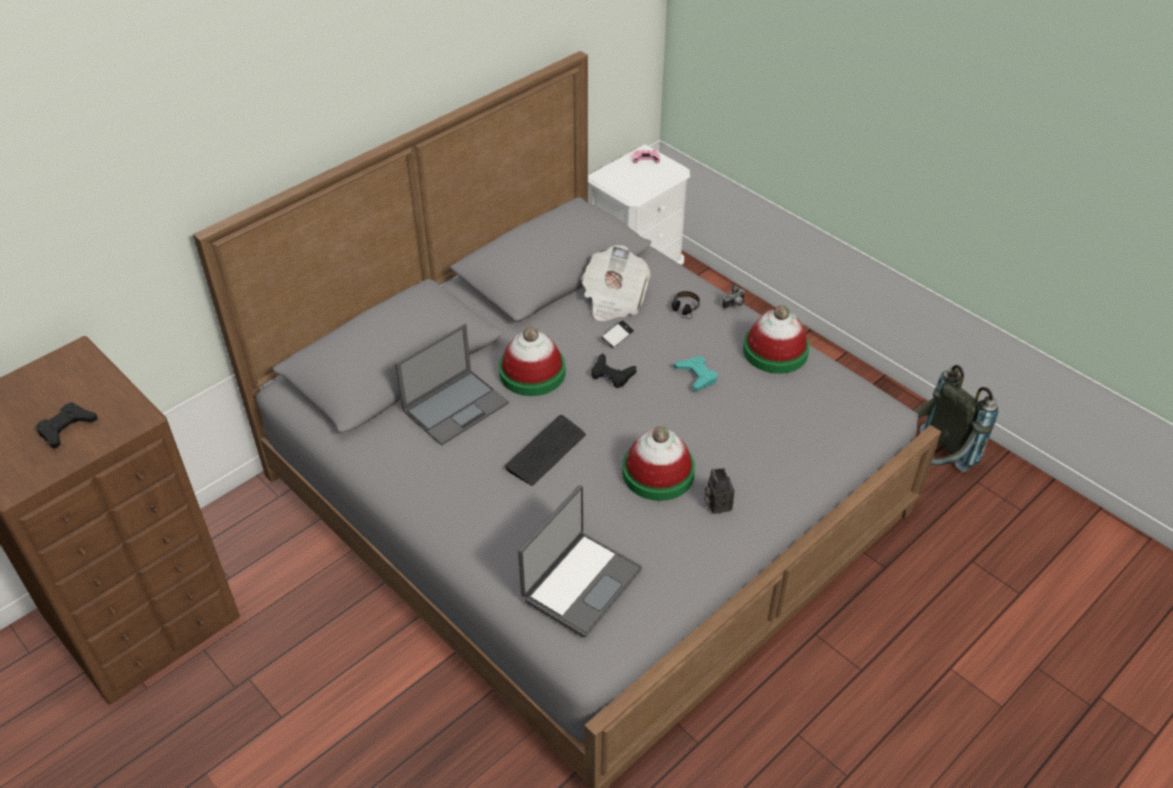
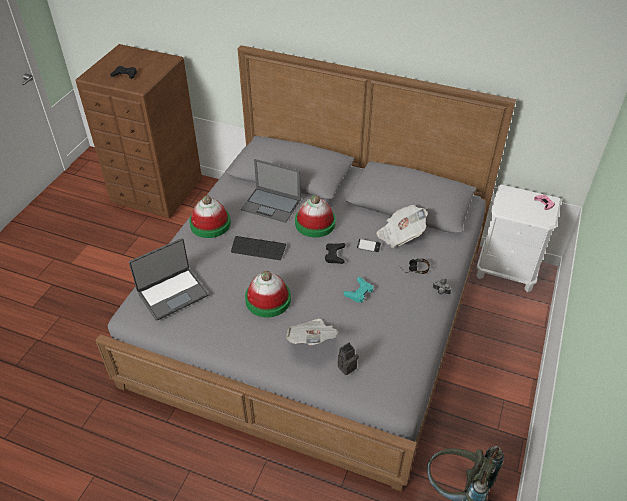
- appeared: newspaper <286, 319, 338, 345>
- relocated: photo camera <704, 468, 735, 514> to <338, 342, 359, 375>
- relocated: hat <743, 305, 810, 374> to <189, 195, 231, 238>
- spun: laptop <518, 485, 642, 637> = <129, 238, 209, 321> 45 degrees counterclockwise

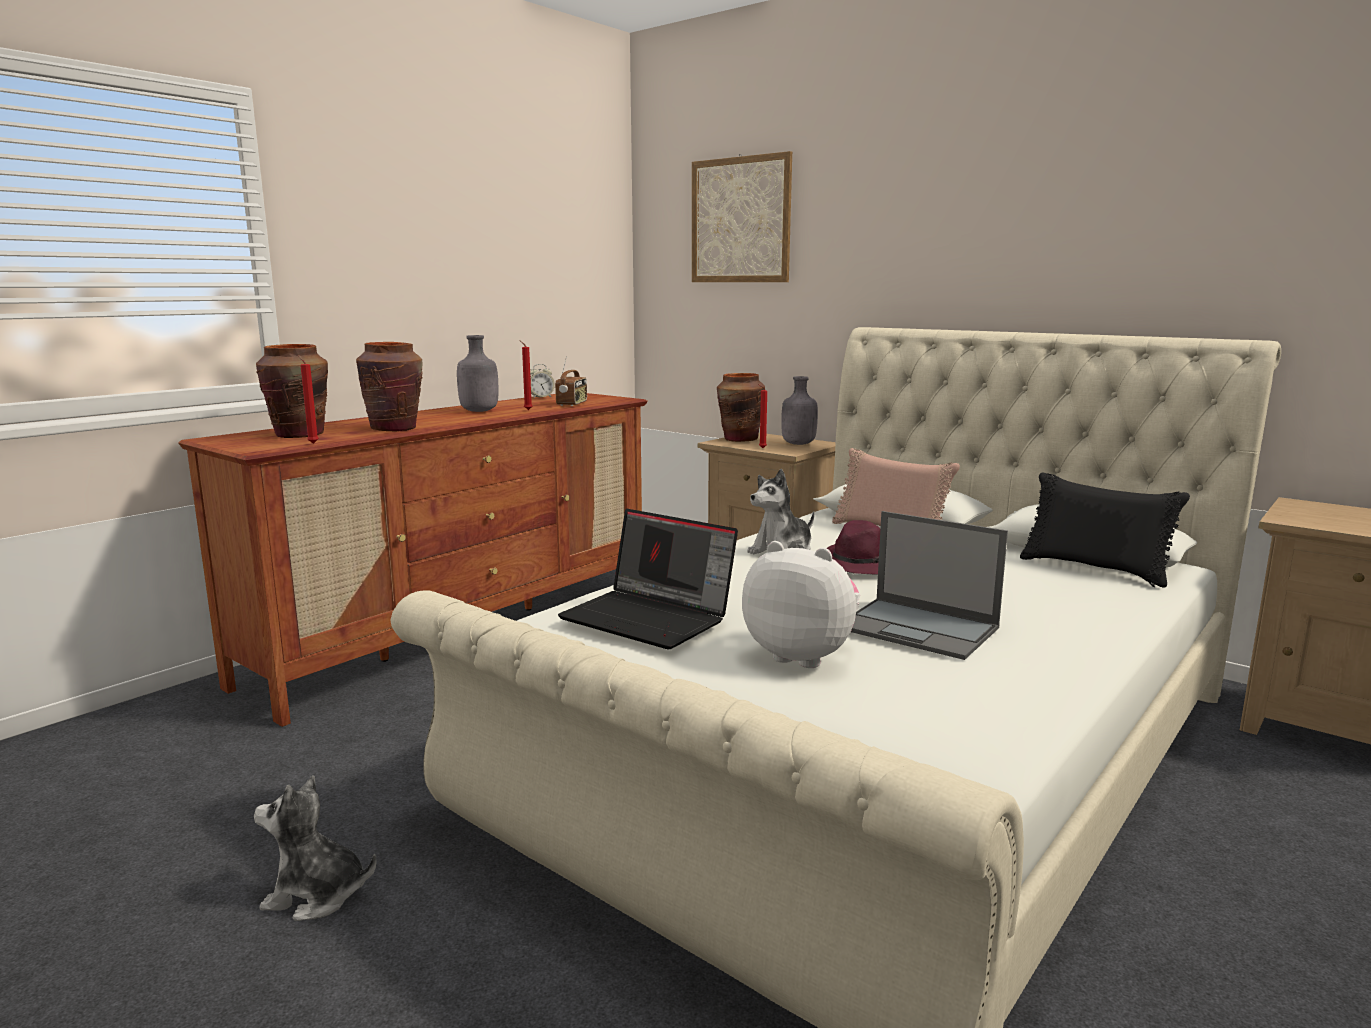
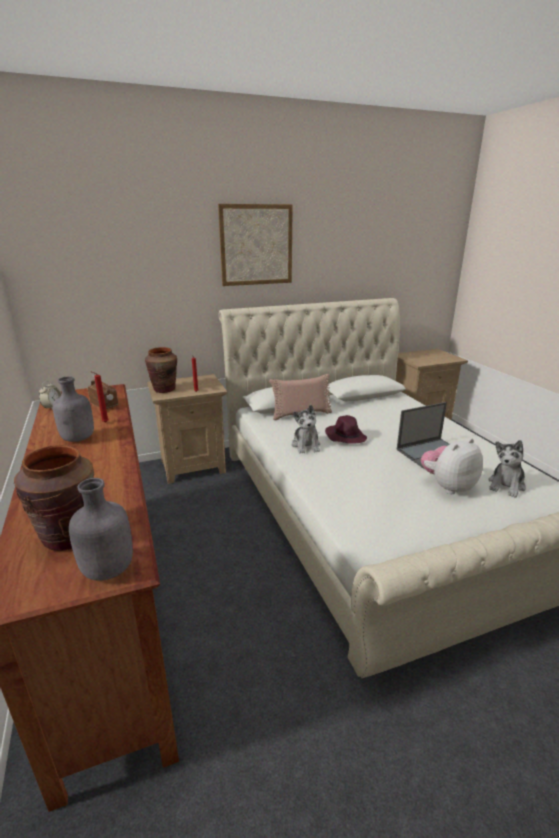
- missing: red candle <298, 355, 319, 444>
- missing: brown vase <356, 342, 423, 432>
- missing: laptop <558, 509, 738, 649>
- missing: black pillow <1020, 472, 1190, 588>
- relocated: plush toy <254, 775, 377, 921> to <488, 440, 526, 498>
- relocated: picture <692, 151, 792, 282> to <218, 202, 293, 286>
- relocated: grey bottle <781, 376, 818, 445> to <69, 478, 133, 581>

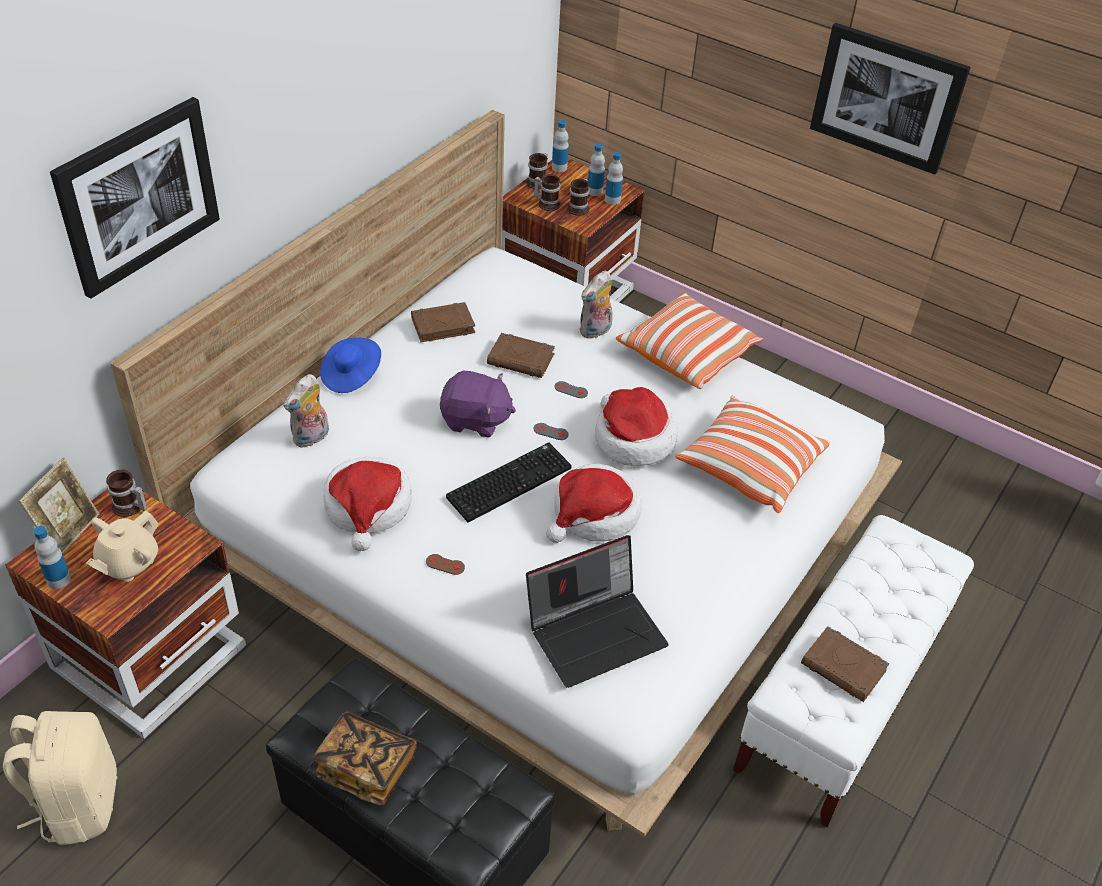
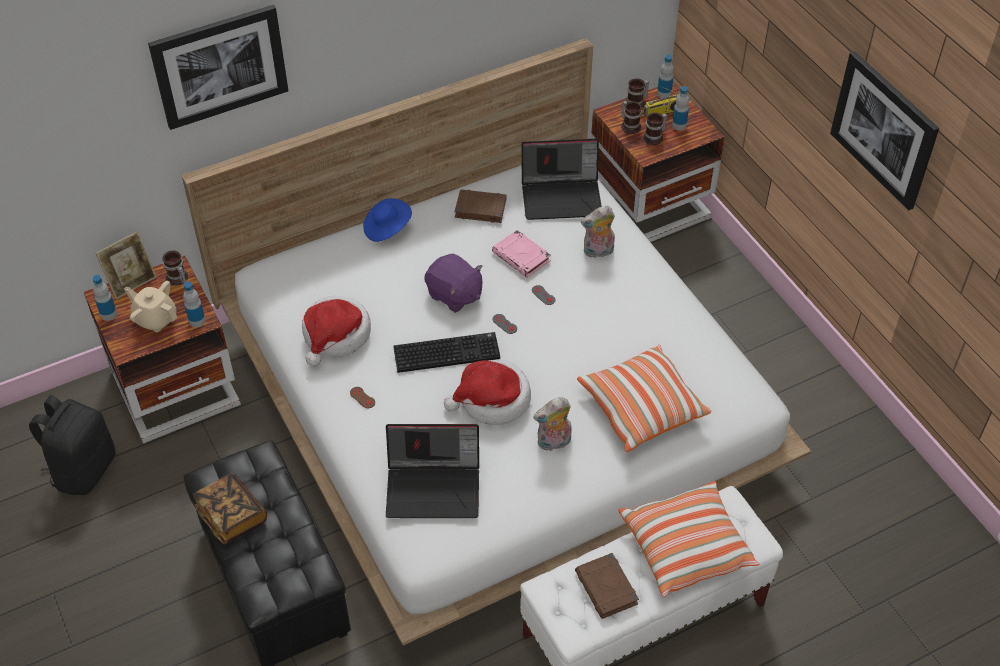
- missing: hat <595, 387, 678, 466>
- appeared: laptop <521, 138, 602, 220>
- appeared: radio <644, 84, 679, 117>
- relocated: plush toy <283, 374, 329, 448> to <533, 397, 572, 451>
- relocated: bottle <605, 152, 623, 205> to <183, 281, 206, 327>
- relocated: pillow <616, 292, 763, 389> to <618, 481, 760, 597>
- colour: beige backpack <3, 711, 117, 845> to black backpack <29, 395, 115, 495>
- colour: brown book <487, 333, 555, 378> to pink book <492, 230, 551, 278>
- spun: beige teapot <86, 511, 159, 582> = <124, 281, 178, 332> 60 degrees clockwise

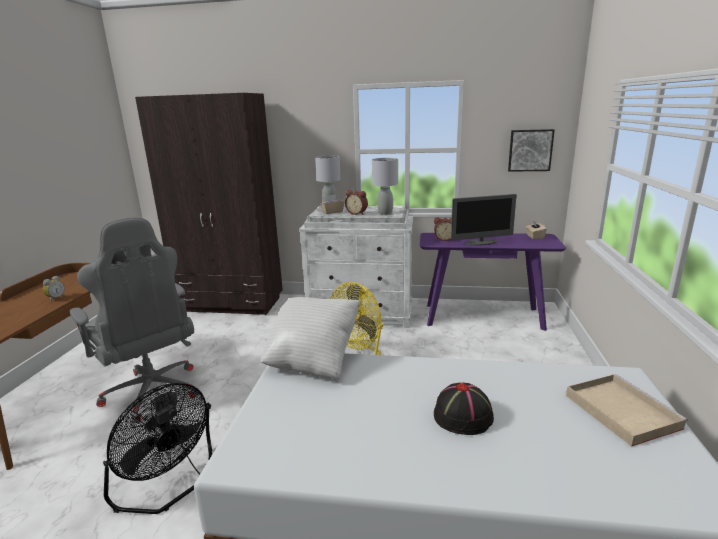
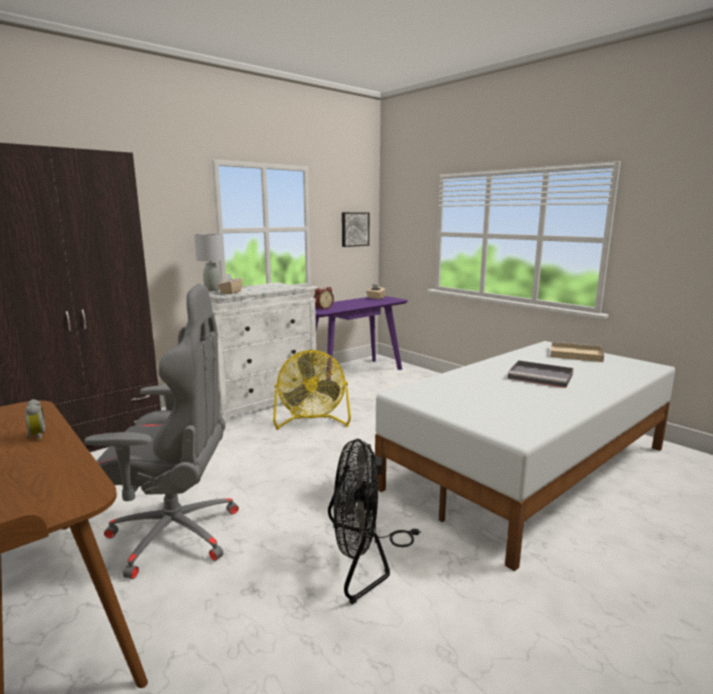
- missing: white pillow <261, 297, 360, 379>
- missing: alarm clock <345, 190, 368, 215>
- missing: grey table lamp <372, 158, 398, 215>
- missing: monitor <451, 194, 517, 246>
- exchanged: black hat <434, 382, 494, 435> to grey tray <508, 360, 574, 388>

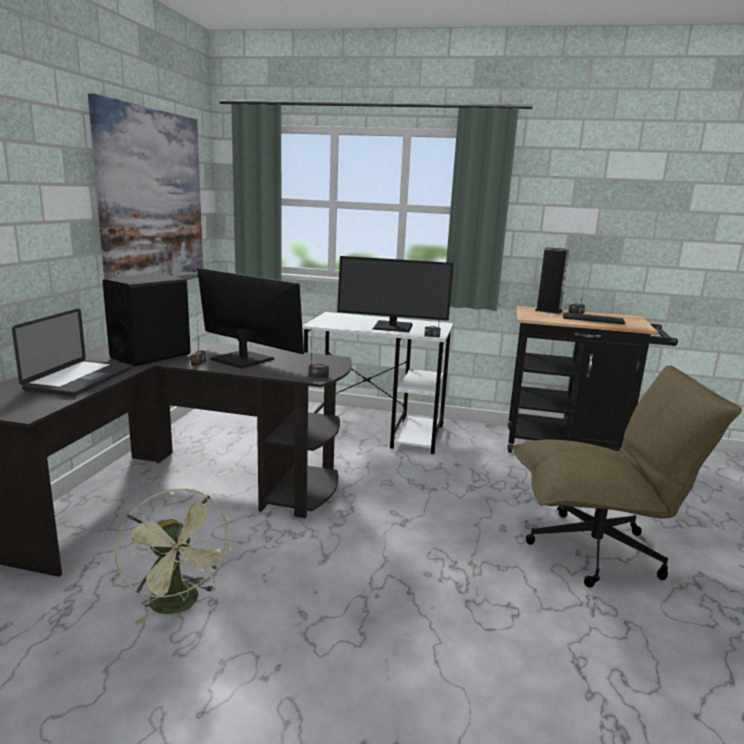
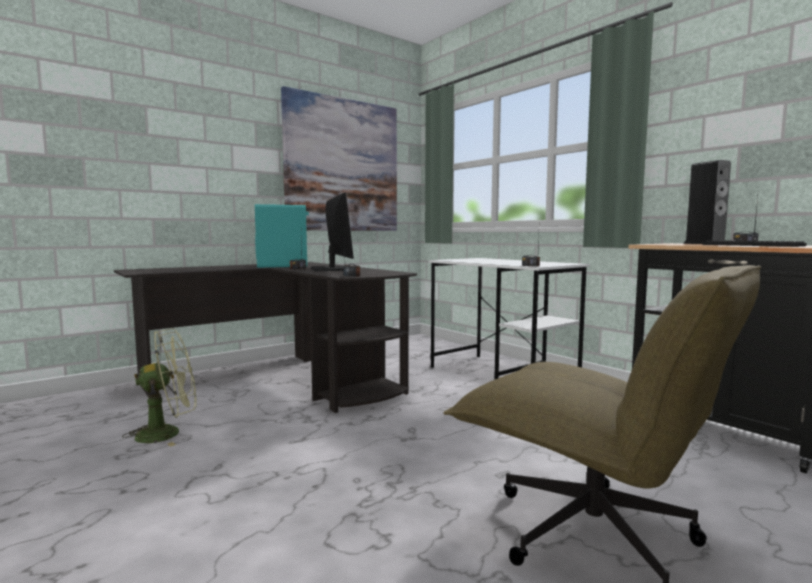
- missing: laptop <12, 308, 132, 396>
- missing: monitor <337, 256, 454, 332>
- colour: black speaker <103, 274, 191, 367> to turquoise speaker <255, 204, 309, 268>
- spun: green fan <115, 489, 232, 625> = <122, 328, 196, 447> 120 degrees counterclockwise

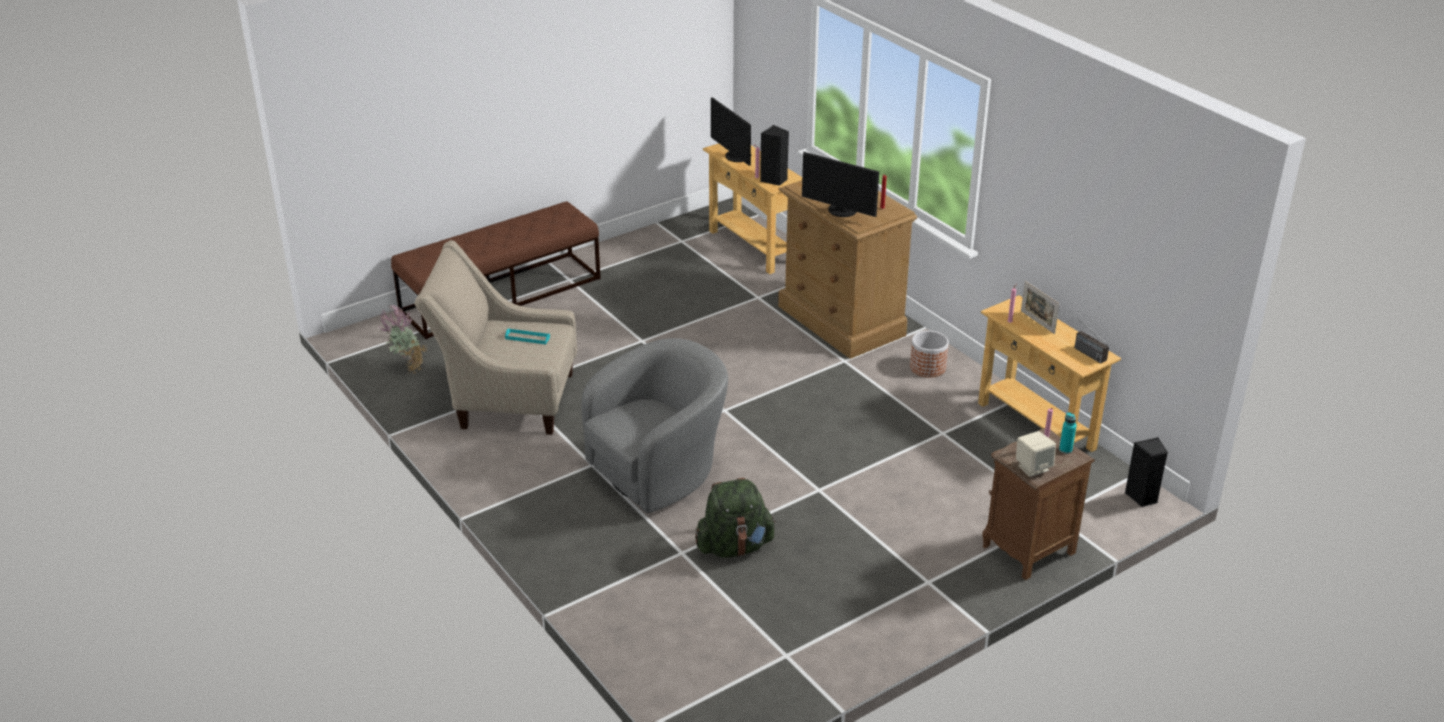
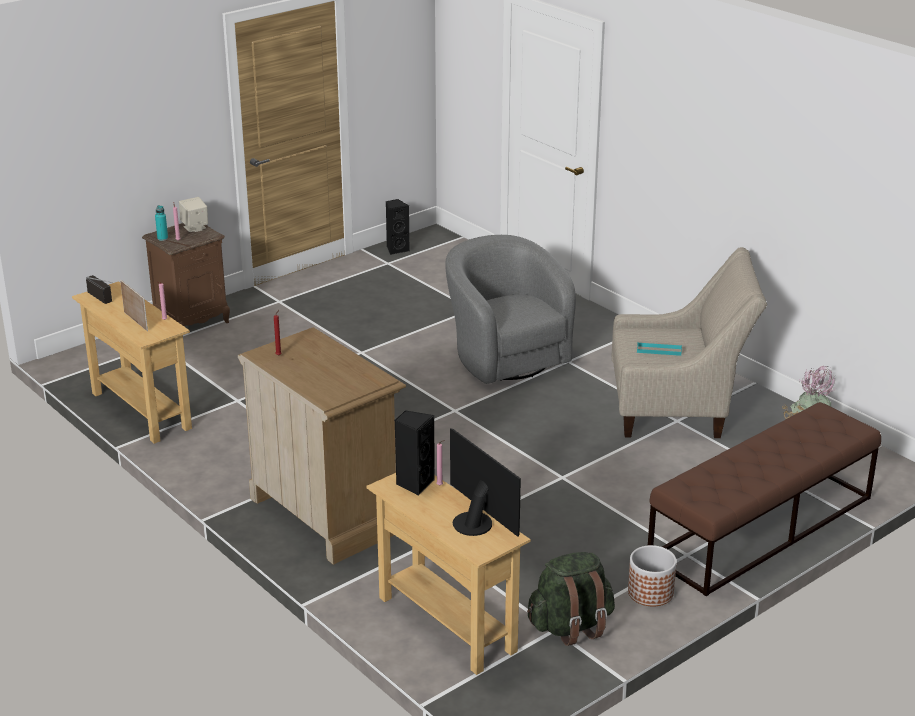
- missing: monitor <802, 152, 879, 217>
- relocated: green backpack <695, 478, 776, 558> to <527, 552, 615, 646>
- relocated: planter <910, 330, 949, 377> to <628, 545, 677, 606>
- relocated: black speaker <1124, 437, 1168, 507> to <386, 199, 410, 255>
- spun: grey armchair <581, 338, 728, 513> = <445, 235, 576, 384> 105 degrees clockwise

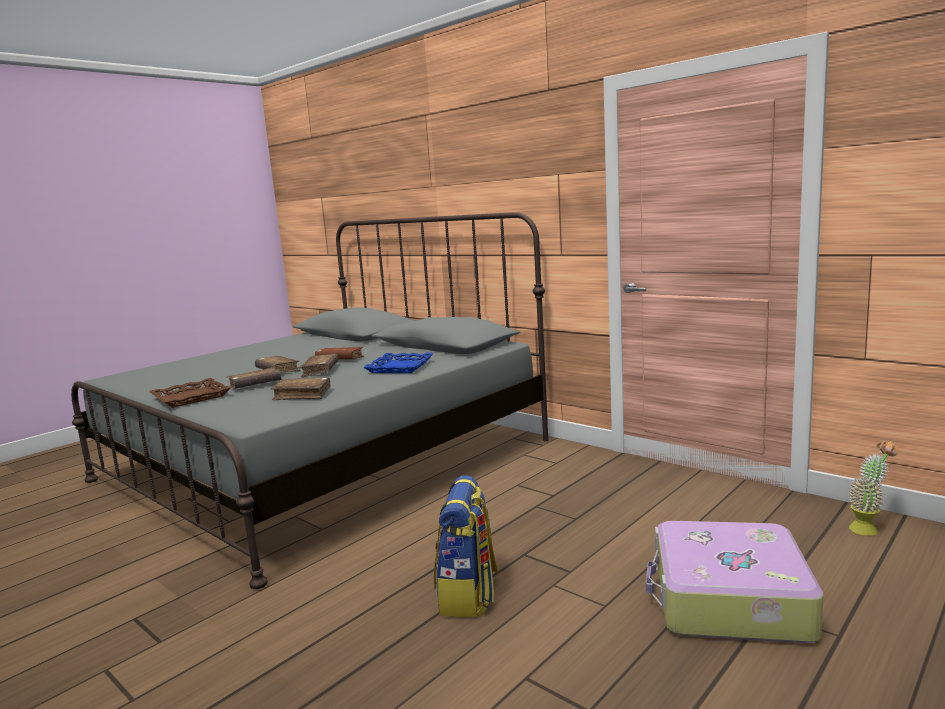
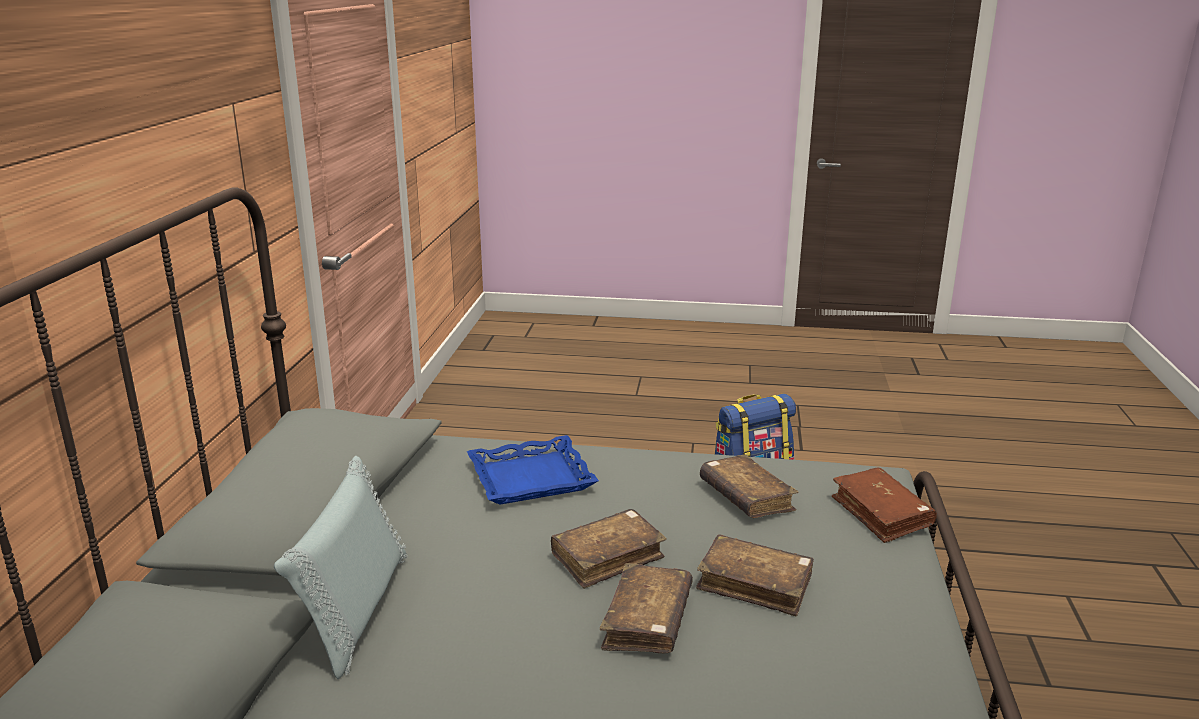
- missing: brown tray <149, 378, 231, 408>
- missing: suitcase <646, 521, 824, 643>
- missing: potted plant <848, 441, 899, 536>
- appeared: blue pillow <274, 456, 407, 679>
- relocated: brown book <315, 347, 364, 359> to <832, 468, 937, 543>

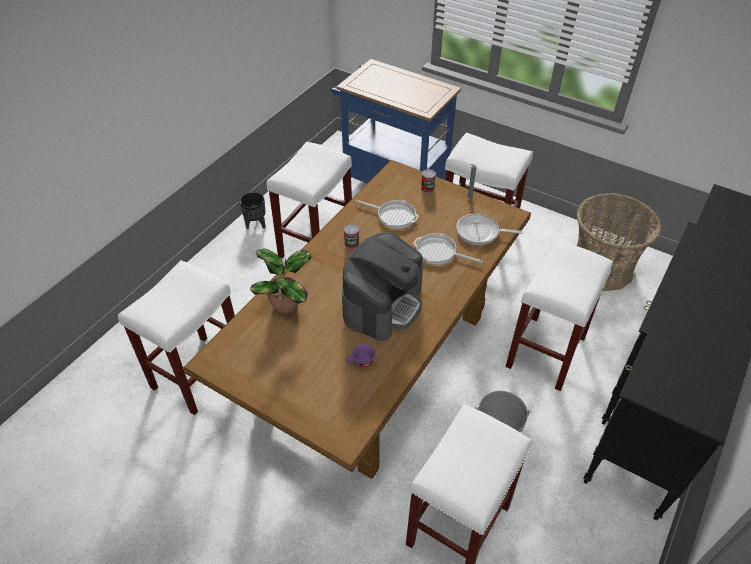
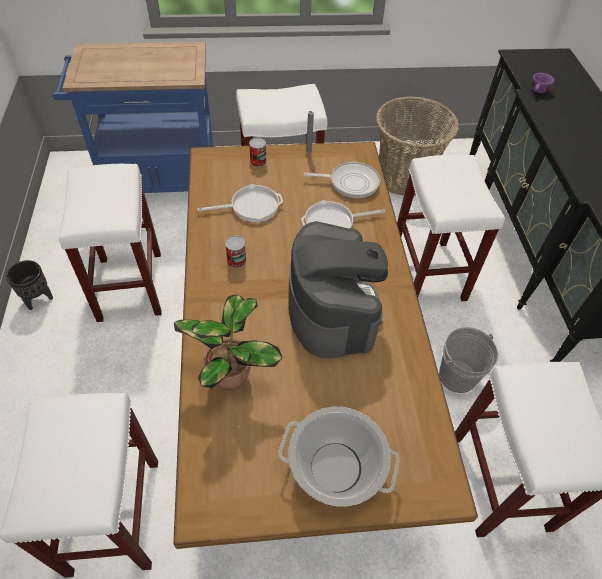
- appeared: cooking pot <278, 407, 400, 506>
- relocated: purple cup <346, 344, 376, 368> to <532, 73, 554, 93>
- spun: frying pan <456, 214, 523, 245> = <304, 162, 381, 198> 150 degrees counterclockwise

